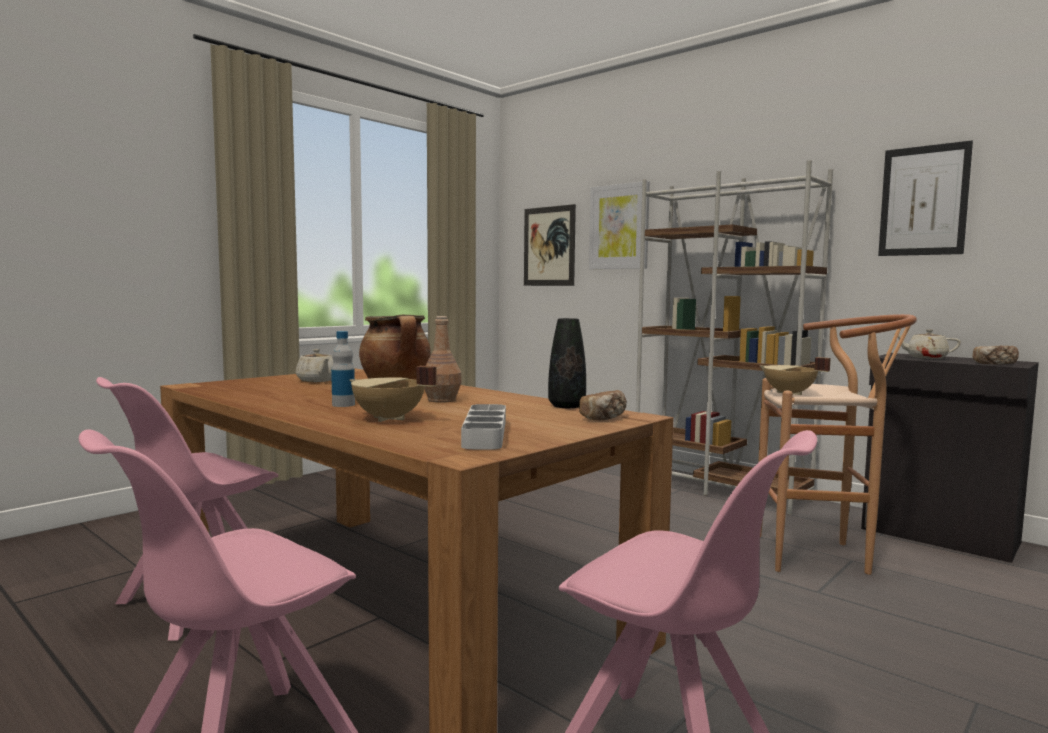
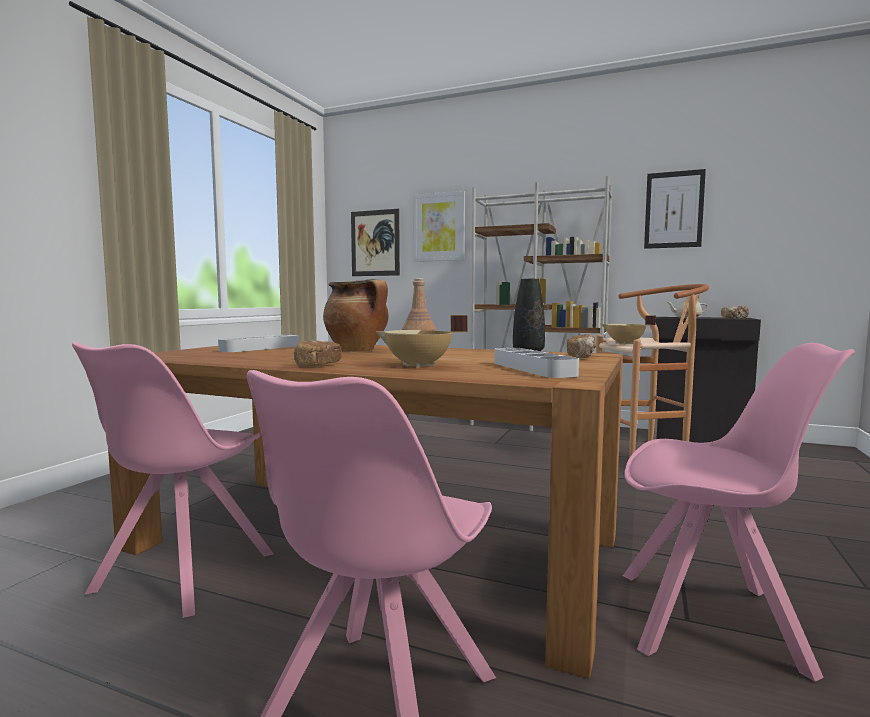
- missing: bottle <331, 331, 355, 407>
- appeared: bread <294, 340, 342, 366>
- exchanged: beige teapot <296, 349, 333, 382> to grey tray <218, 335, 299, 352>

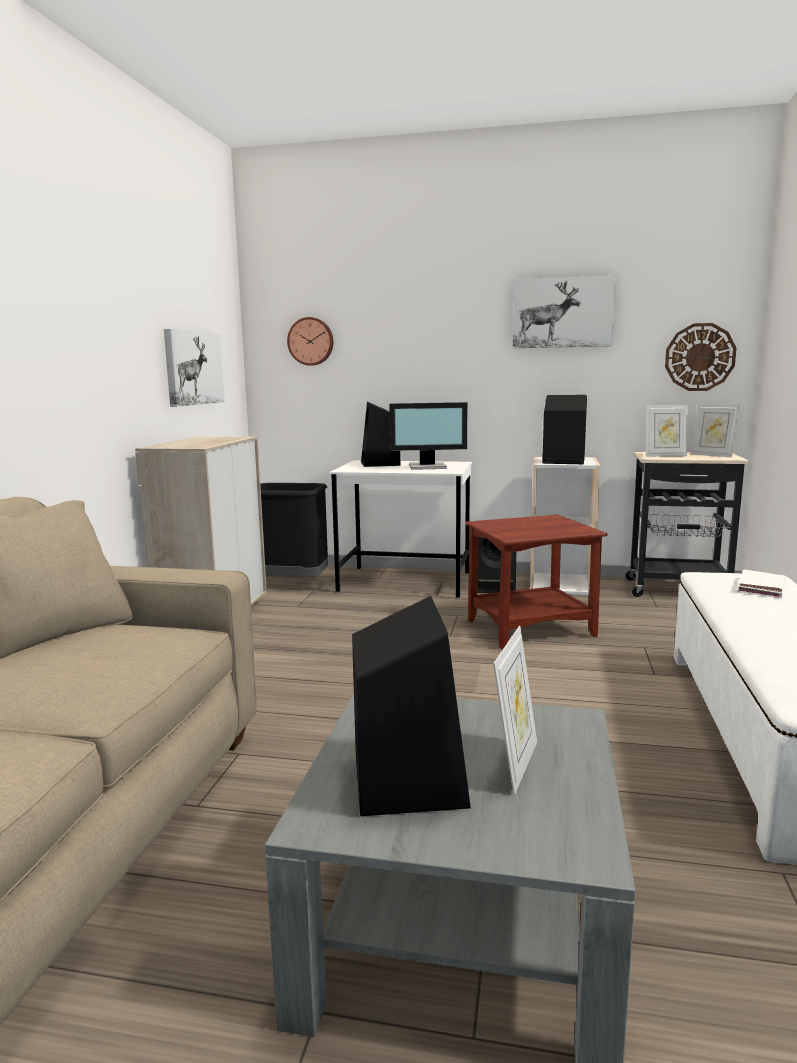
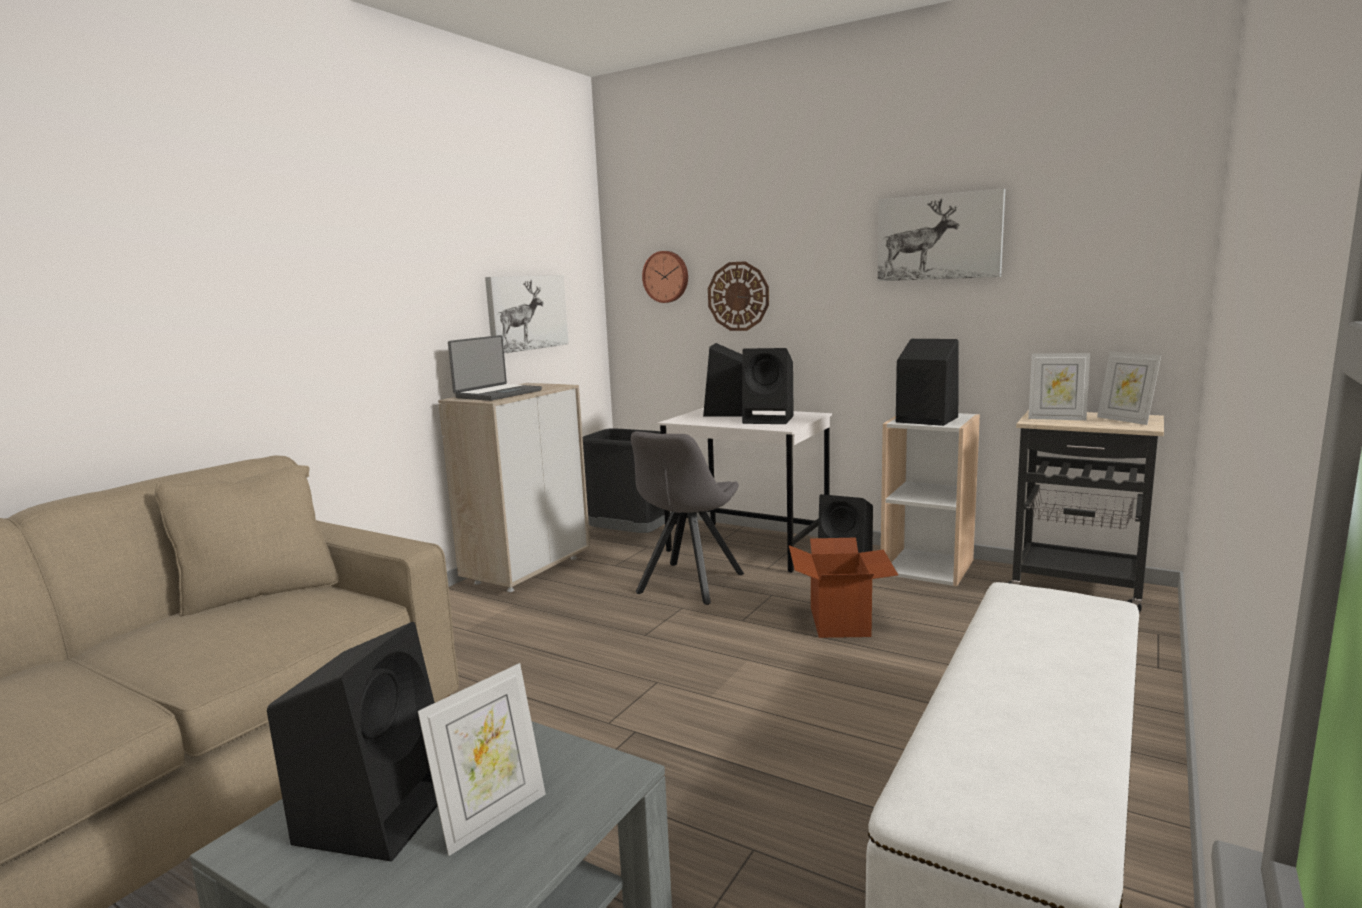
- missing: white book <737, 570, 785, 598>
- appeared: laptop <448, 335, 542, 401>
- appeared: grey chair <631, 431, 744, 605>
- relocated: wall clock <665, 323, 737, 391> to <708, 261, 769, 331>
- exchanged: monitor <389, 402, 467, 470> to black speaker <742, 348, 794, 424>
- exchanged: brown side table <465, 514, 607, 650> to cardboard box <789, 538, 898, 638>

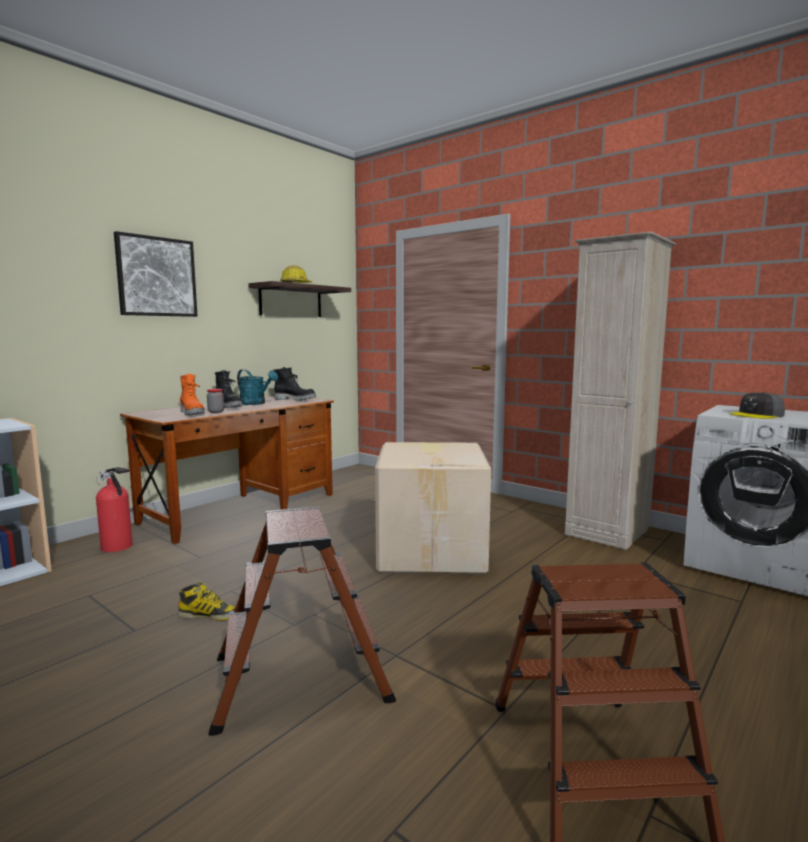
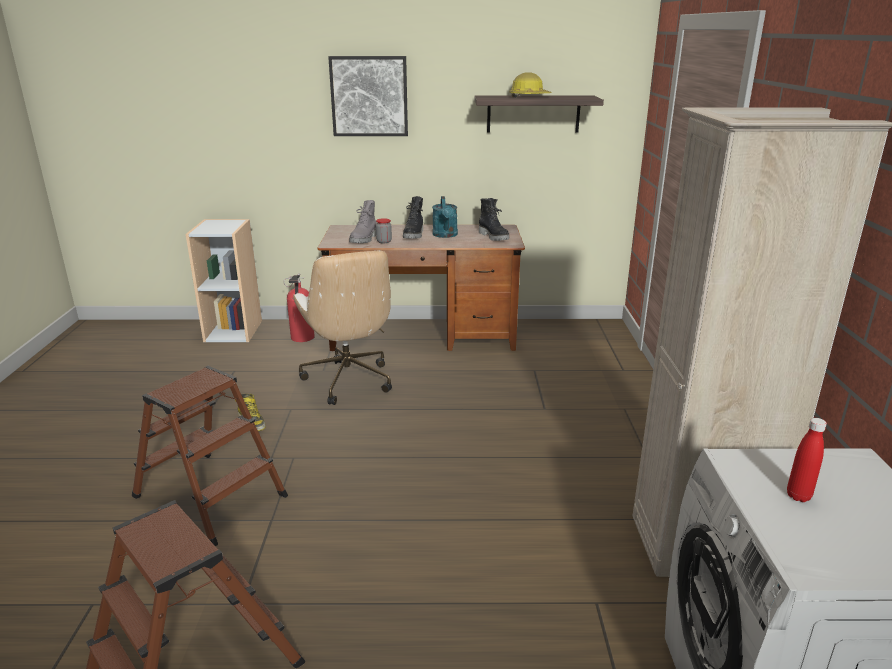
- missing: cardboard box <375, 442, 491, 574>
- appeared: white office chair <293, 251, 392, 405>
- exchanged: grey cap <730, 392, 785, 419> to red bottle <787, 418, 827, 502>
- colour: orange boot <180, 374, 205, 415> to grey boot <349, 200, 377, 243>

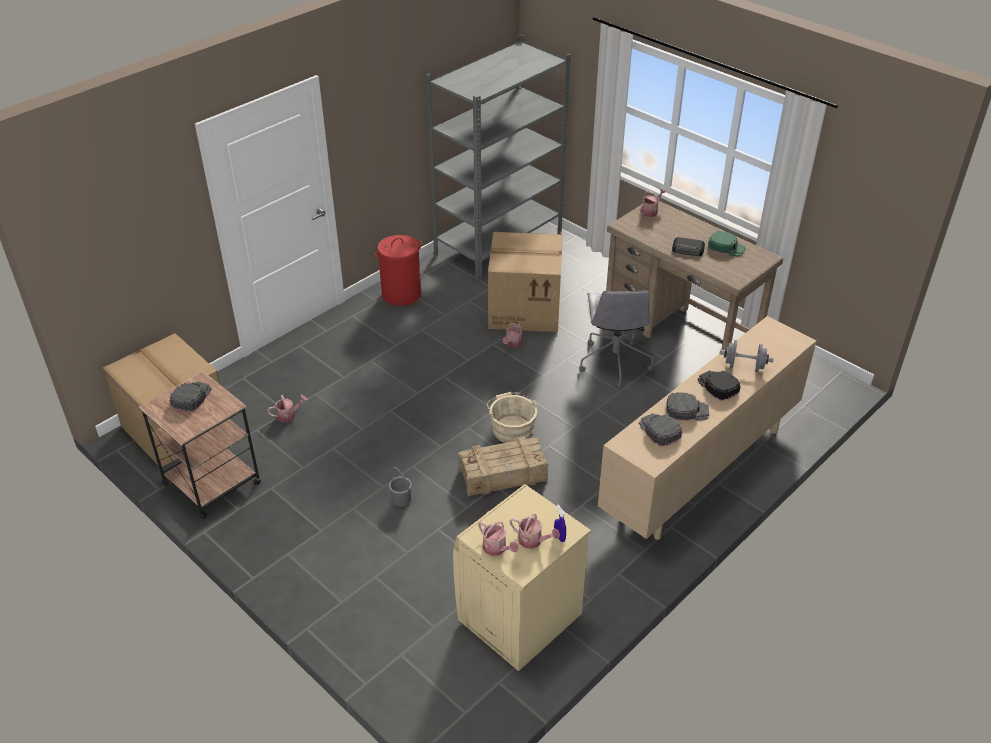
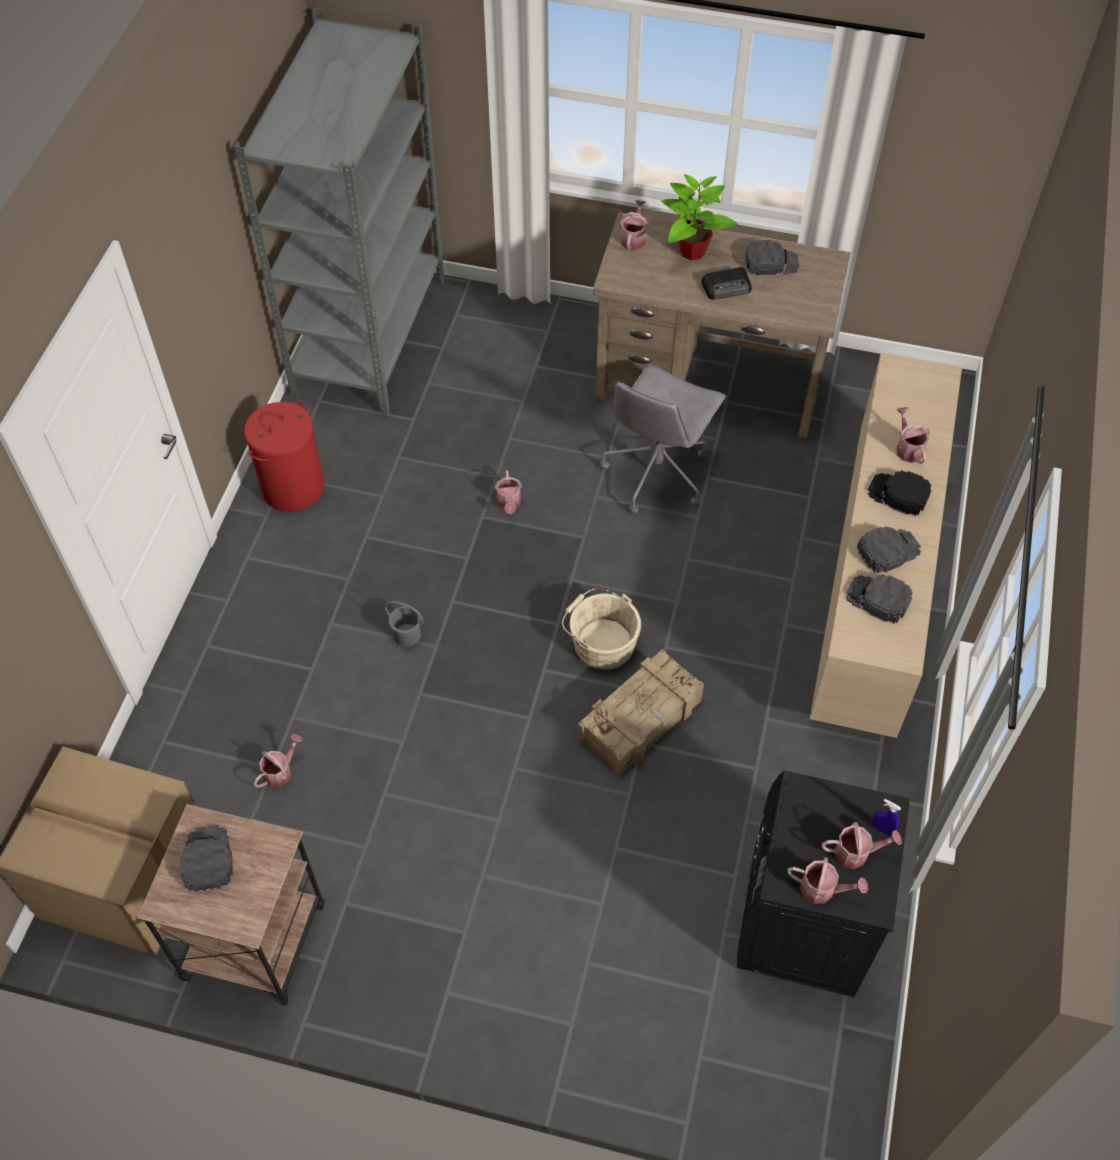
- missing: cardboard box <488, 232, 563, 332>
- appeared: potted plant <661, 174, 738, 260>
- relocated: grey bucket <389, 467, 412, 507> to <384, 601, 424, 646>
- exchanged: grey dumbbell <719, 340, 774, 372> to watering can <896, 407, 930, 464>
- colour: beige washing machine <453, 484, 591, 671> to black washing machine <737, 770, 910, 997>
- colour: green cap <708, 231, 746, 257> to black cap <745, 240, 799, 276>
- spun: grey office chair <579, 290, 654, 388> = <600, 364, 726, 514> 60 degrees clockwise

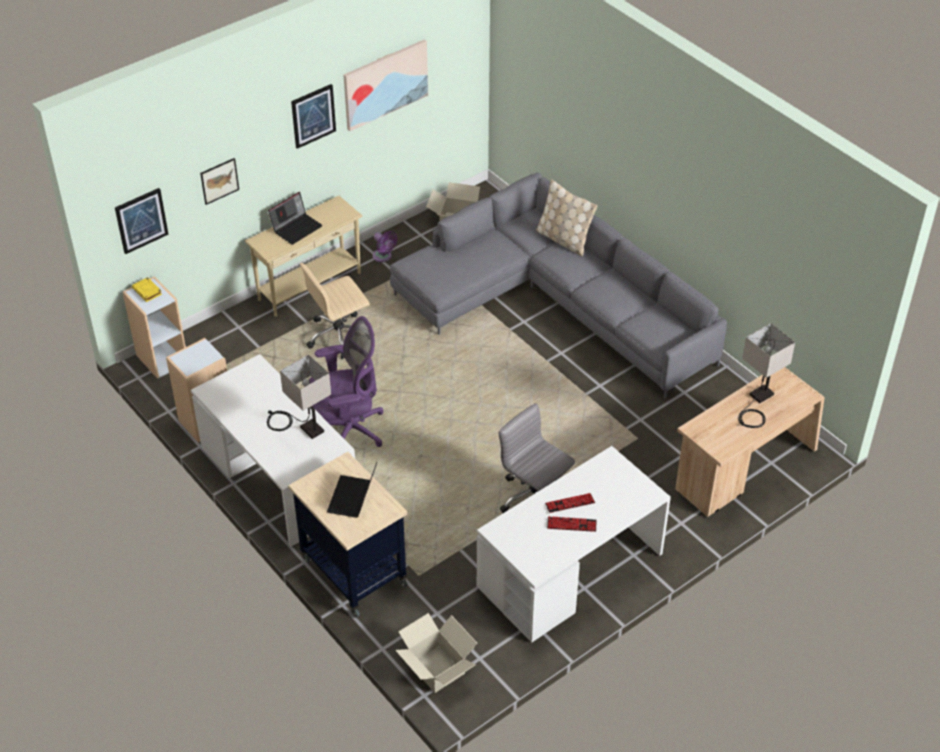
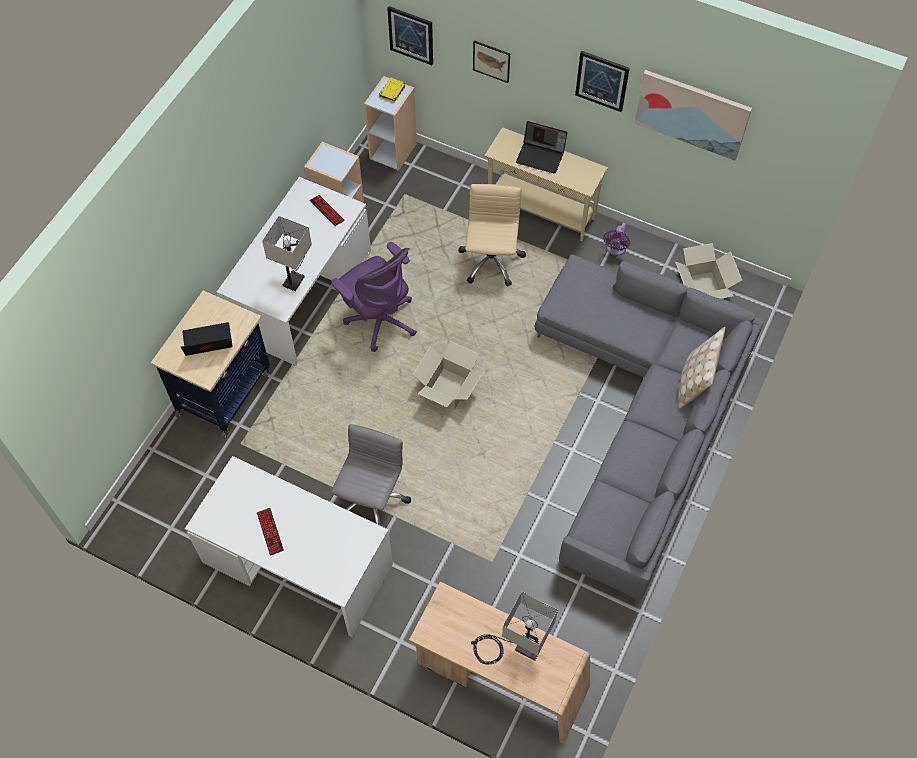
- relocated: cardboard box <395, 613, 477, 693> to <413, 341, 485, 410>
- relocated: keyboard <545, 493, 595, 513> to <309, 195, 345, 226>
- spun: beige office chair <300, 263, 370, 359> = <458, 184, 526, 287> 60 degrees clockwise

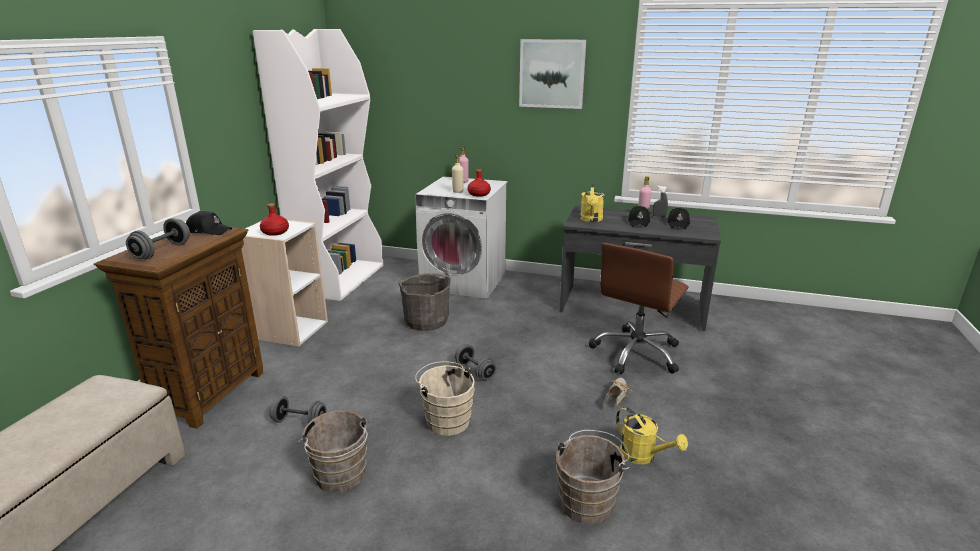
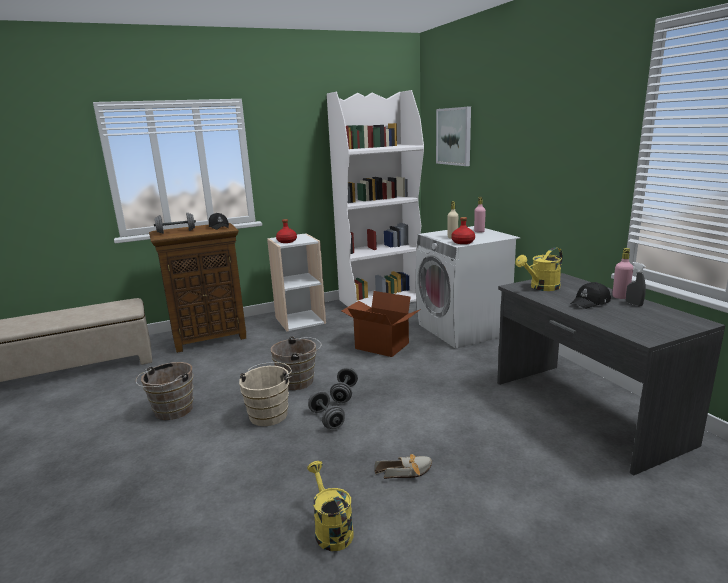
- missing: brown office chair <589, 243, 689, 374>
- missing: black cap <667, 208, 690, 229>
- relocated: grey dumbbell <269, 396, 327, 424> to <308, 391, 345, 429>
- relocated: picture <519, 39, 586, 109> to <436, 106, 471, 166>
- relocated: brown bucket <556, 430, 630, 524> to <271, 336, 322, 390>
- exchanged: grey bucket <398, 273, 451, 331> to cardboard box <342, 291, 421, 357>
- spun: yellow watering can <616, 407, 688, 464> = <307, 461, 354, 551> 150 degrees clockwise

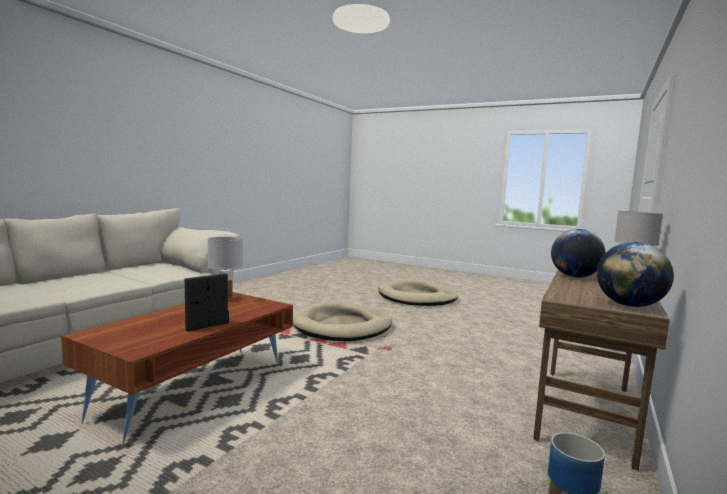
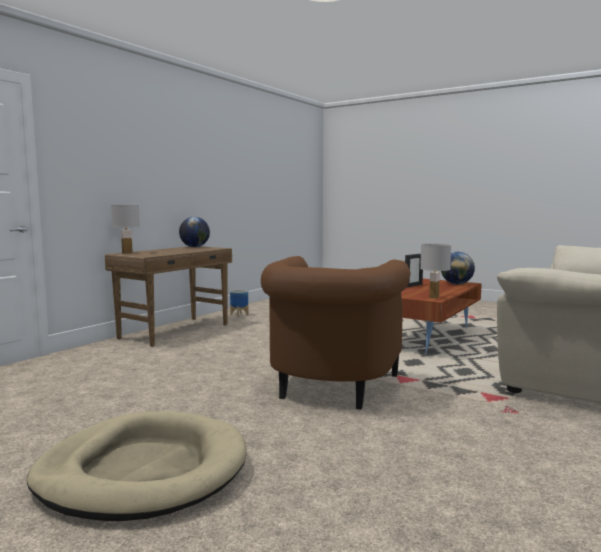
- relocated: globe <551, 229, 606, 278> to <441, 252, 475, 285>
- exchanged: beige dog bed <293, 301, 392, 341> to brown armchair <261, 256, 411, 410>

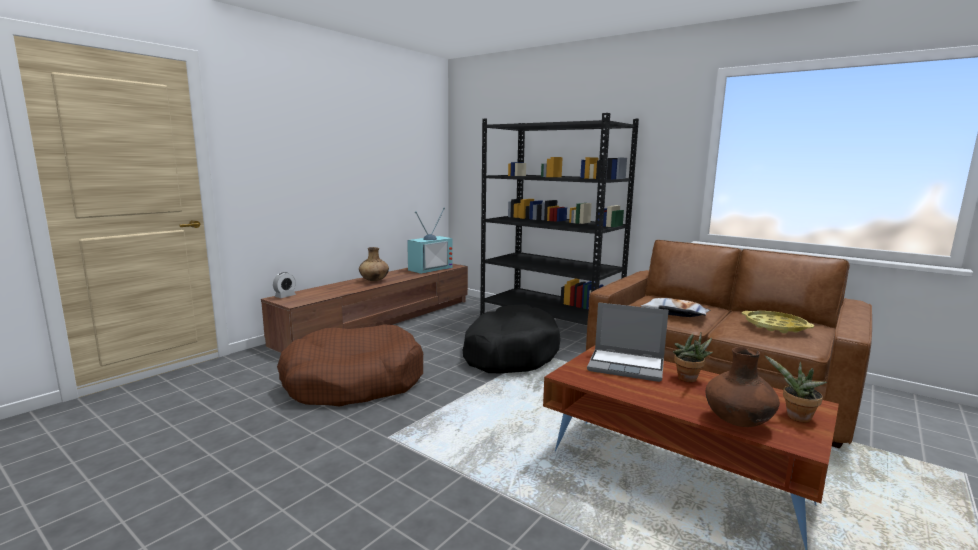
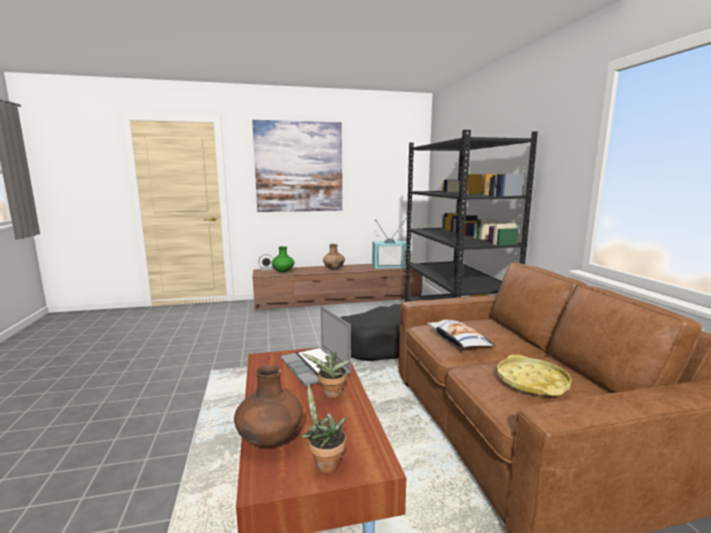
- missing: brown dog bed <277, 324, 423, 406>
- appeared: picture <252, 120, 342, 212>
- appeared: green vase <272, 246, 294, 273>

